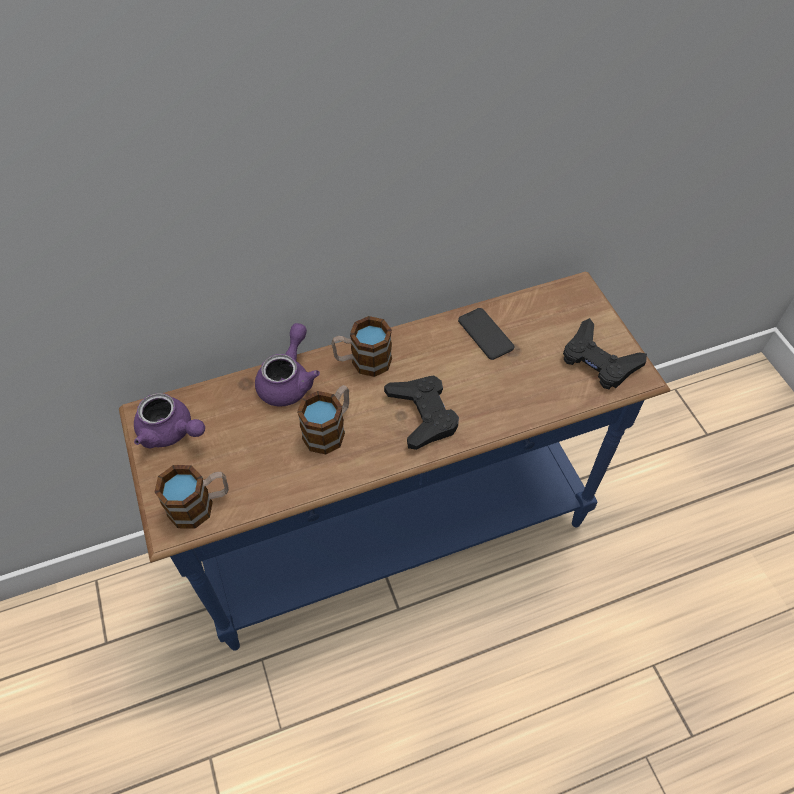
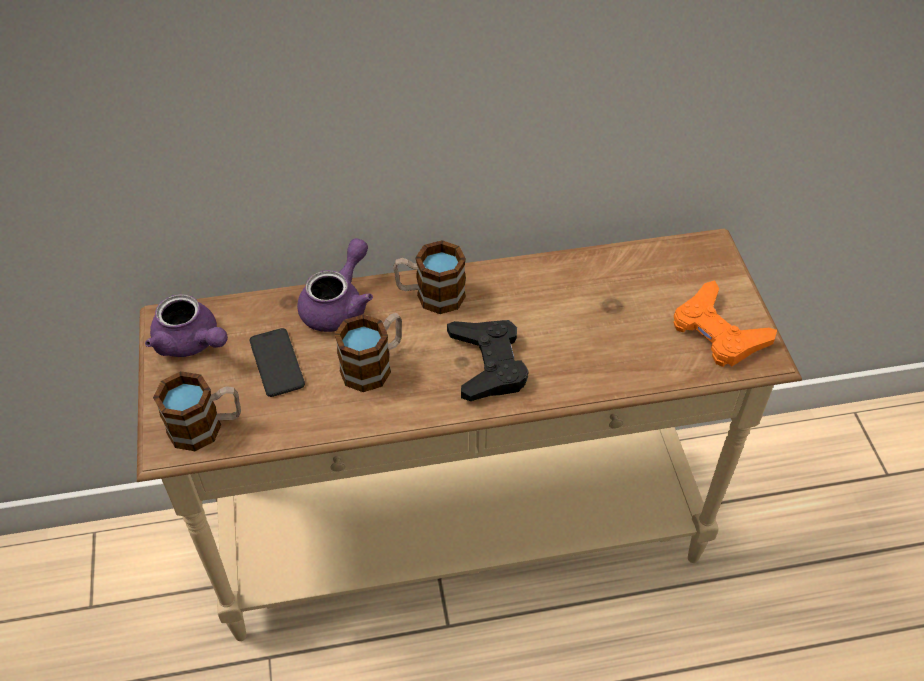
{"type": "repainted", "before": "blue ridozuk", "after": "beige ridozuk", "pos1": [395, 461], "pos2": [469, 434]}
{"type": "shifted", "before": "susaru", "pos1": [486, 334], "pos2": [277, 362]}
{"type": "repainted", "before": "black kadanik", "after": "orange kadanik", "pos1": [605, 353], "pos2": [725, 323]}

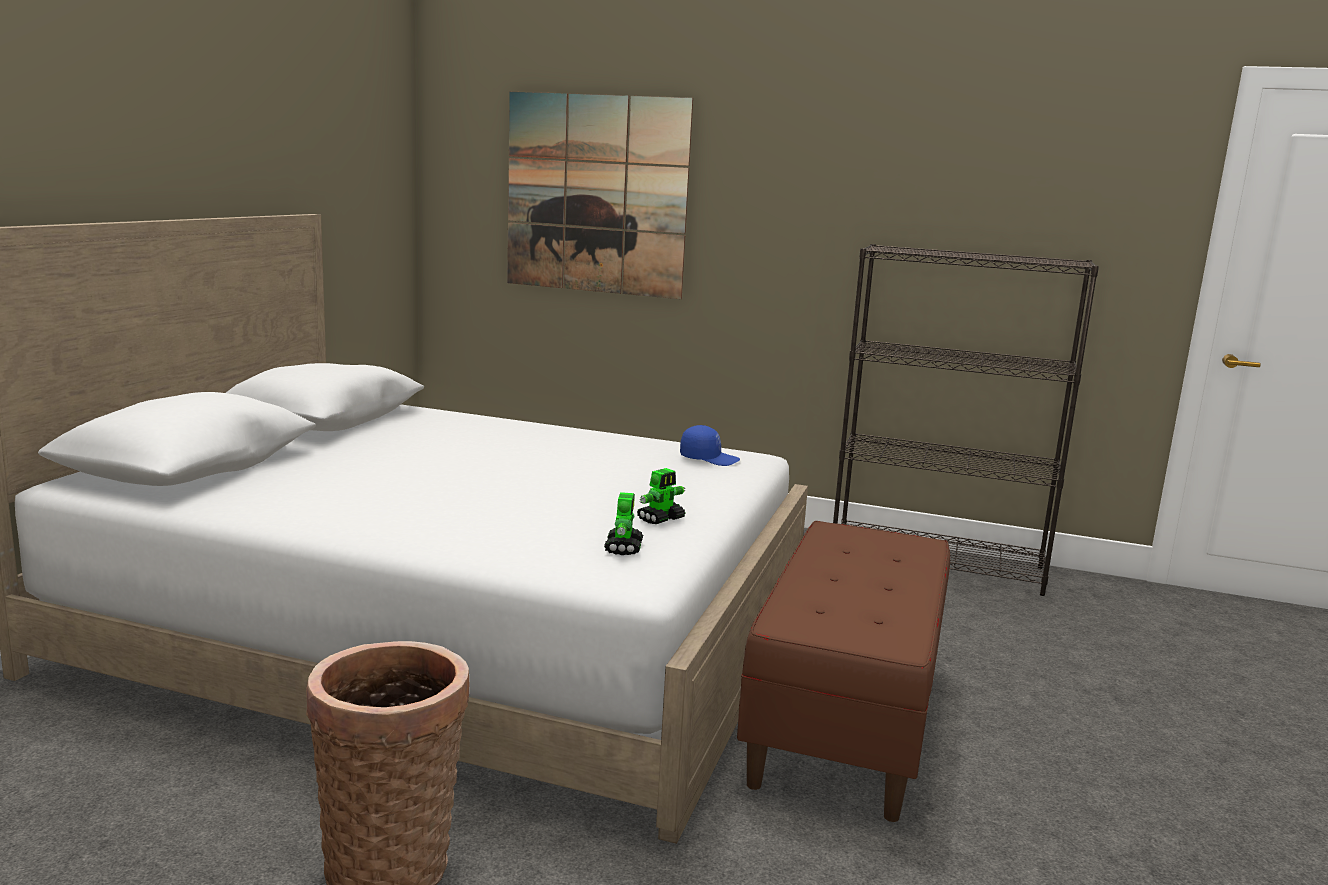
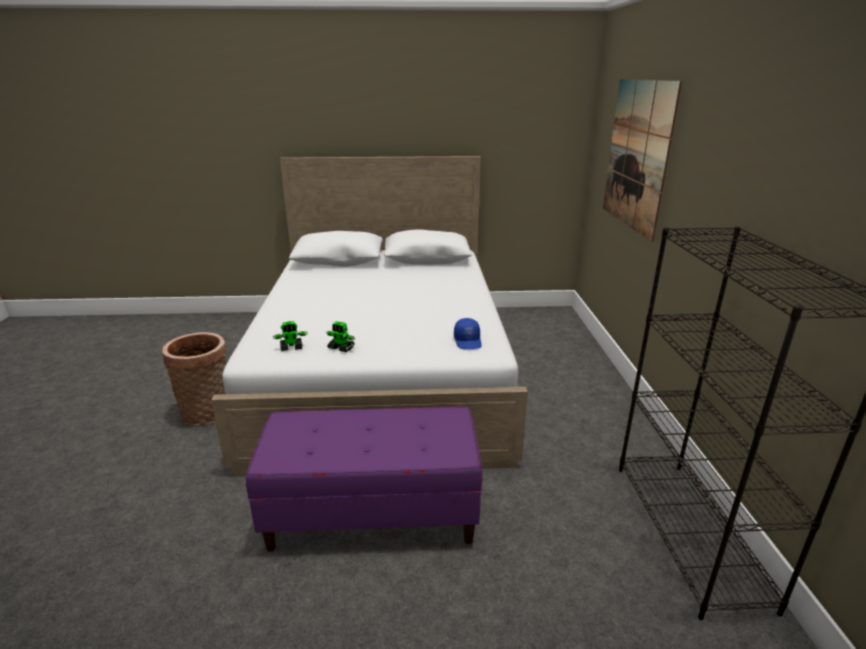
{"type": "repainted", "before": "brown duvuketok", "after": "purple duvuketok", "pos1": [843, 671], "pos2": [364, 479]}

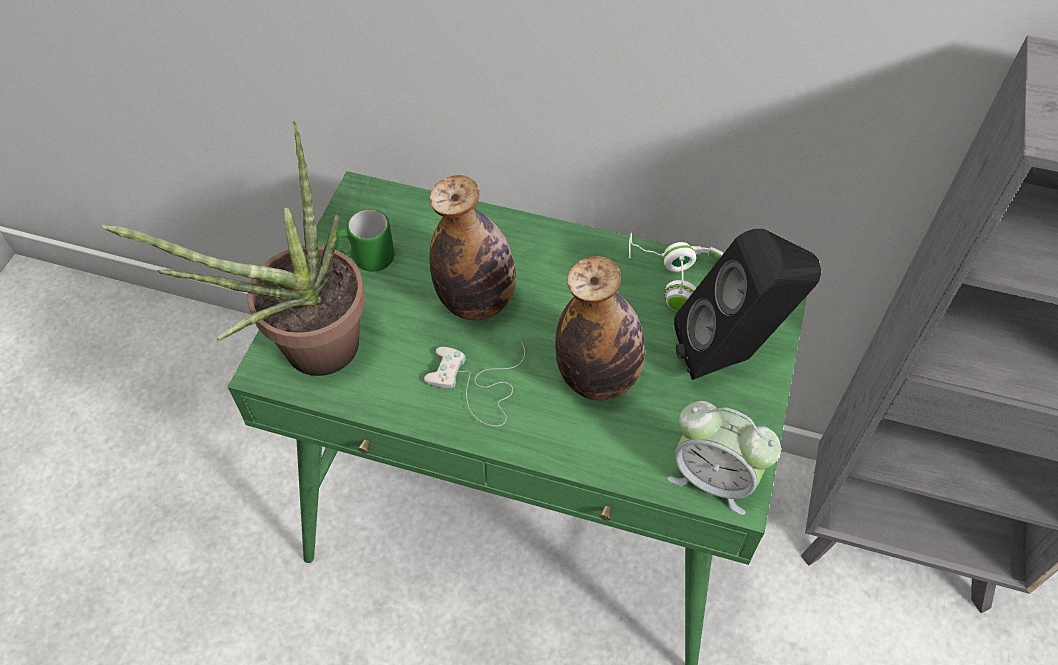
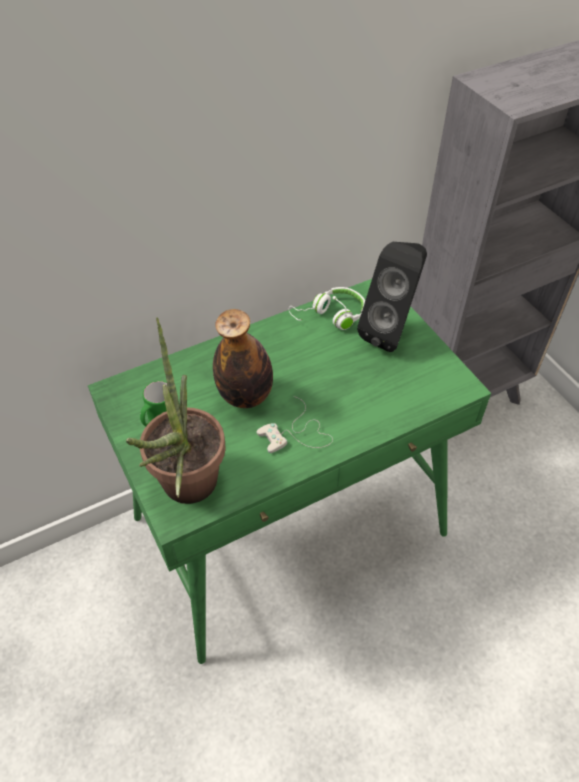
{"type": "gone", "before": "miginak", "pos1": [600, 328]}
{"type": "gone", "before": "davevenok", "pos1": [724, 458]}

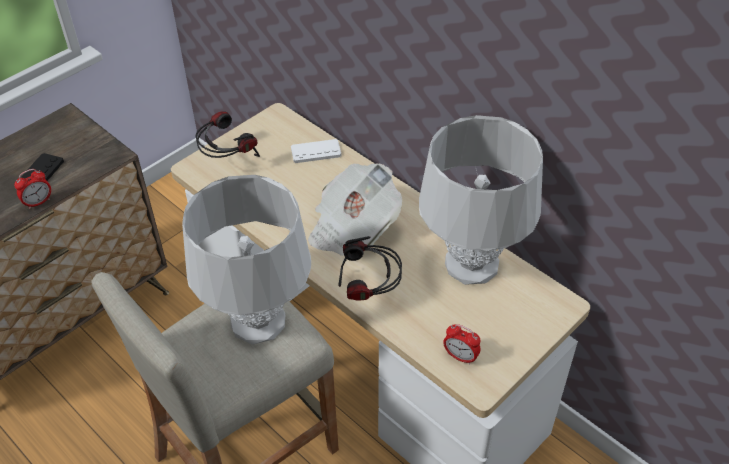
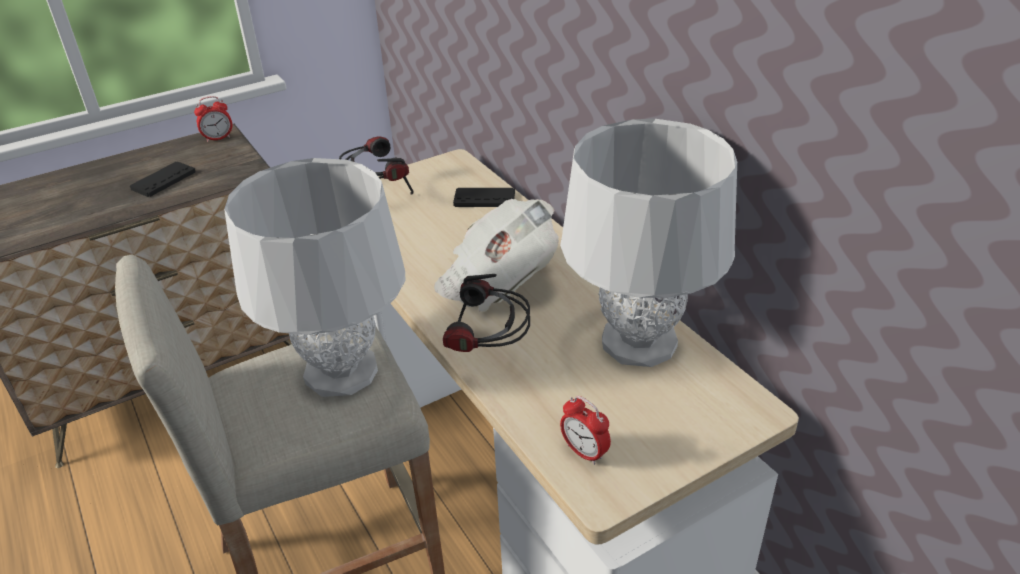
{"type": "repainted", "before": "white kadanik", "after": "black kadanik", "pos1": [316, 151], "pos2": [484, 197]}
{"type": "shifted", "before": "davevenok", "pos1": [32, 189], "pos2": [213, 119]}

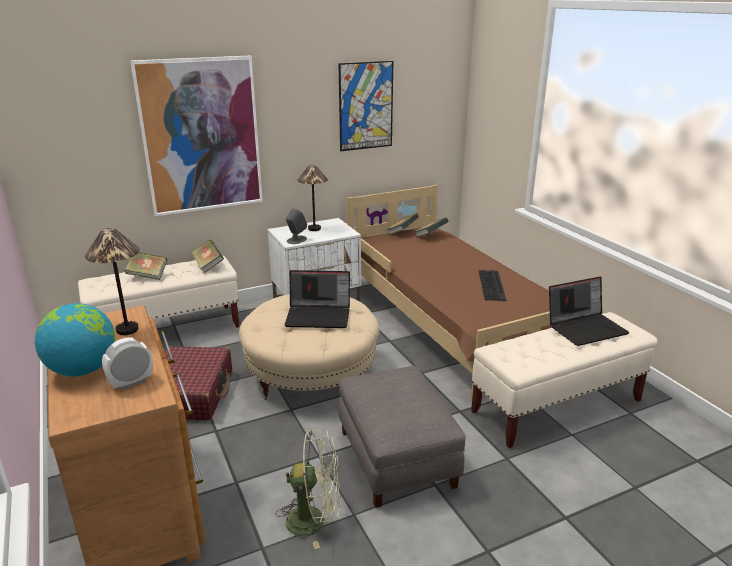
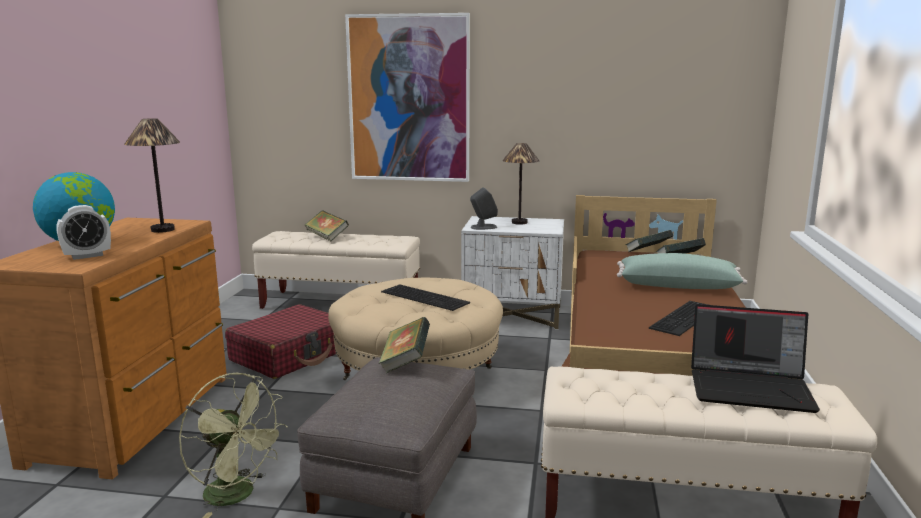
{"type": "gone", "before": "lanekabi", "pos1": [366, 106]}
{"type": "shifted", "before": "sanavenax", "pos1": [207, 256], "pos2": [404, 345]}
{"type": "swapped", "before": "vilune", "after": "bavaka", "pos1": [317, 299], "pos2": [425, 297]}
{"type": "rotated", "before": "davevenok", "pos1": [127, 364], "pos2": [83, 232], "turn": 150}
{"type": "new", "after": "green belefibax", "pos2": [682, 271]}

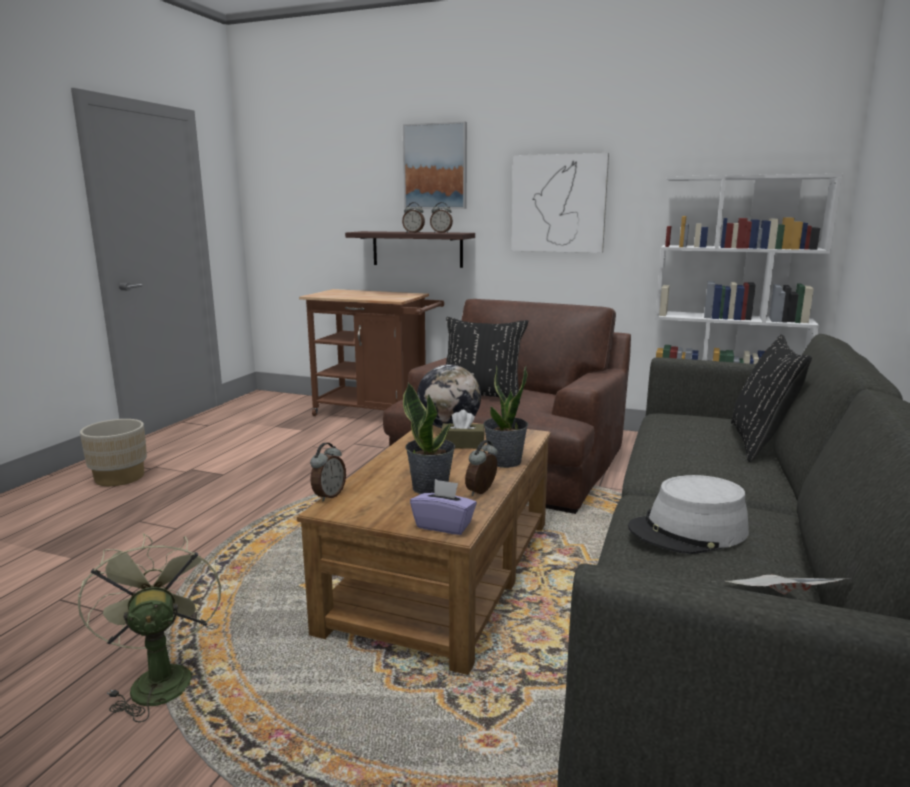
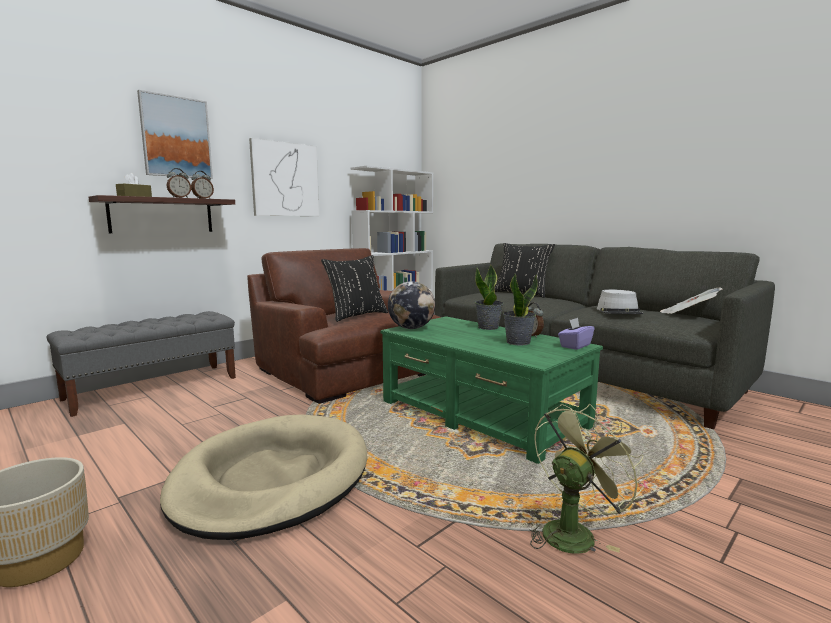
{"type": "swapped", "before": "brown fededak", "after": "grey duvuketok", "pos1": [371, 352], "pos2": [141, 364]}
{"type": "shifted", "before": "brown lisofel", "pos1": [463, 429], "pos2": [134, 185]}
{"type": "repainted", "before": "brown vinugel", "after": "green vinugel", "pos1": [424, 549], "pos2": [491, 390]}
{"type": "gone", "before": "davevenok", "pos1": [328, 472]}
{"type": "rotated", "before": "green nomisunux", "pos1": [149, 627], "pos2": [585, 479], "turn": 135}
{"type": "new", "after": "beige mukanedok", "pos2": [263, 477]}

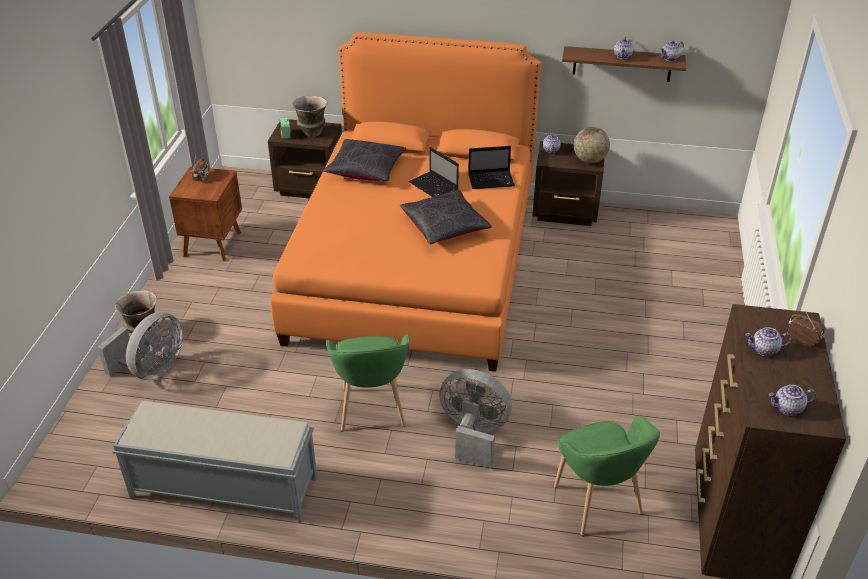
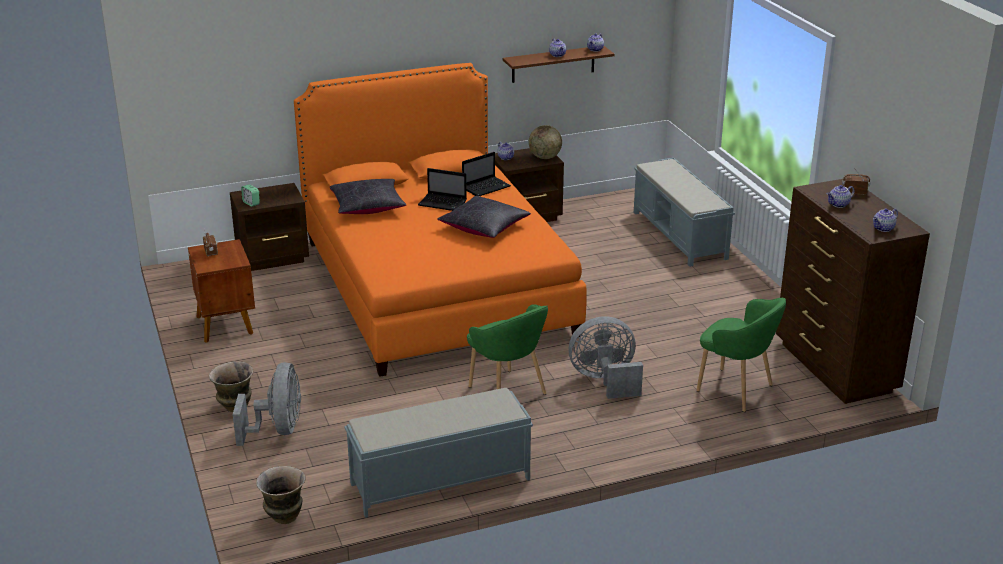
{"type": "shifted", "before": "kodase", "pos1": [310, 116], "pos2": [281, 495]}
{"type": "new", "after": "grey duvuketok", "pos2": [684, 212]}

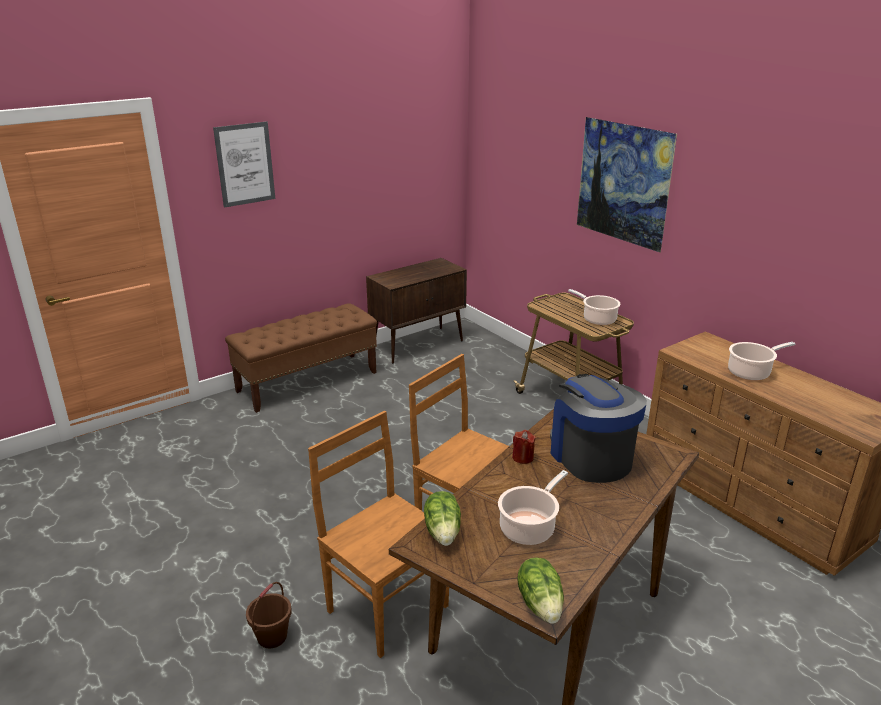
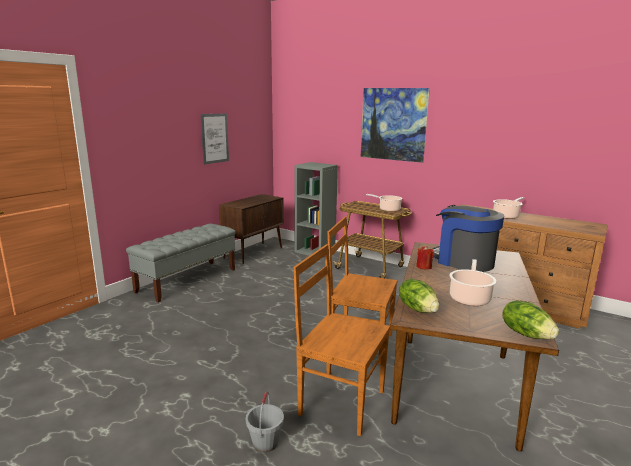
{"type": "shifted", "before": "lanekabi", "pos1": [244, 164], "pos2": [215, 139]}
{"type": "repainted", "before": "brown duvuketok", "after": "grey duvuketok", "pos1": [301, 358], "pos2": [181, 263]}
{"type": "repainted", "before": "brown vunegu", "after": "grey vunegu", "pos1": [269, 615], "pos2": [265, 422]}
{"type": "new", "after": "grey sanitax", "pos2": [316, 210]}

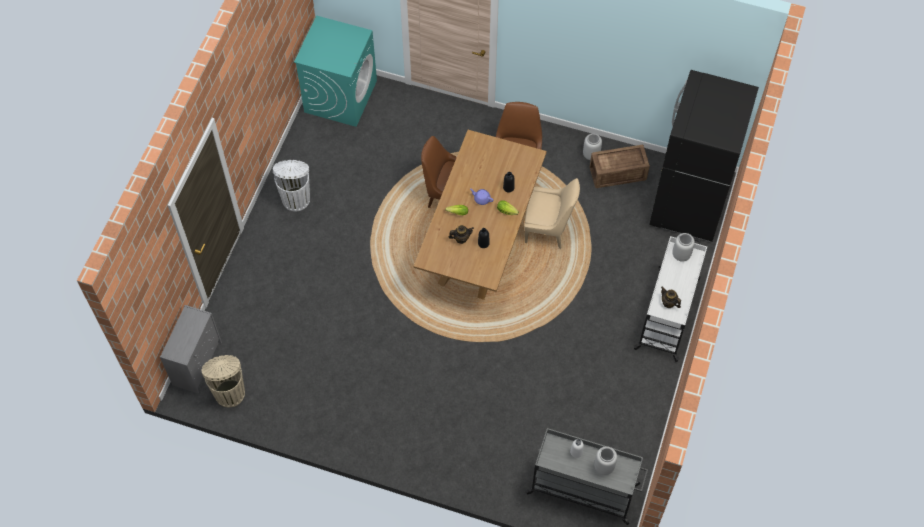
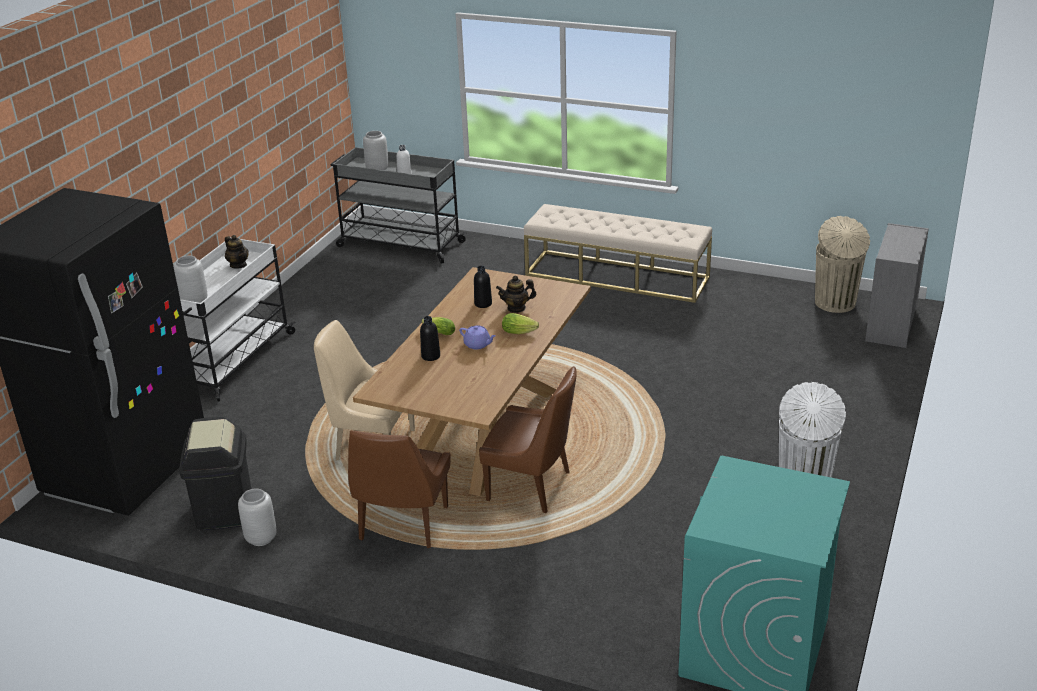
{"type": "swapped", "before": "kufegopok", "after": "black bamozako", "pos1": [620, 166], "pos2": [215, 473]}
{"type": "new", "after": "beige duvuketok", "pos2": [618, 253]}

